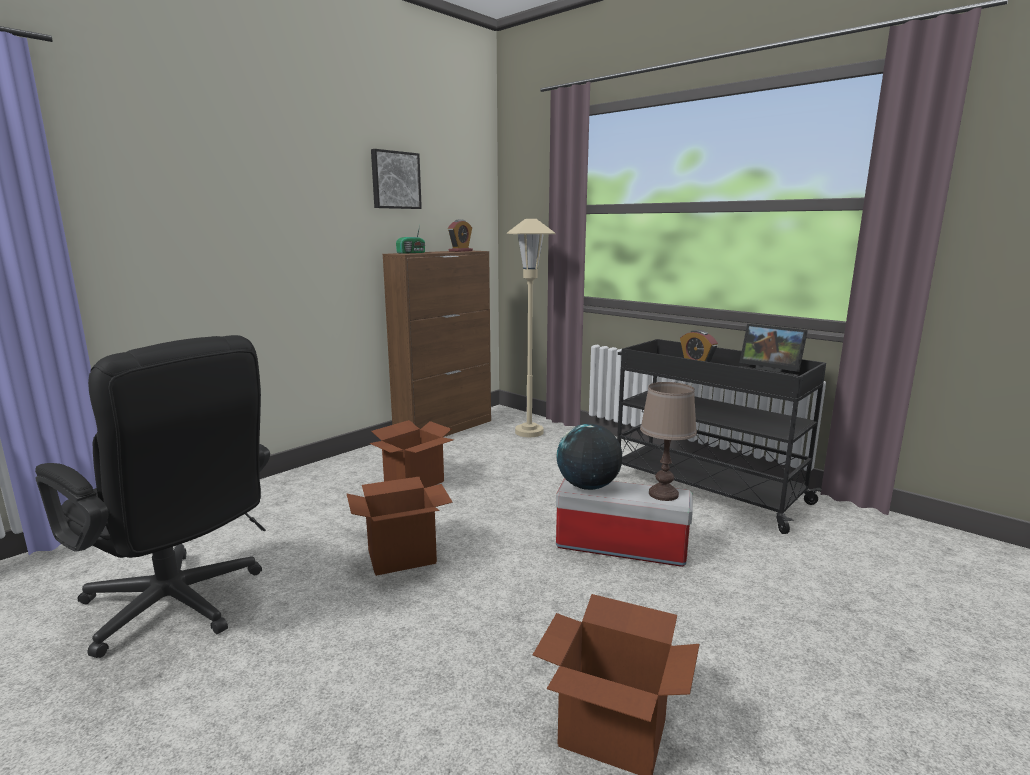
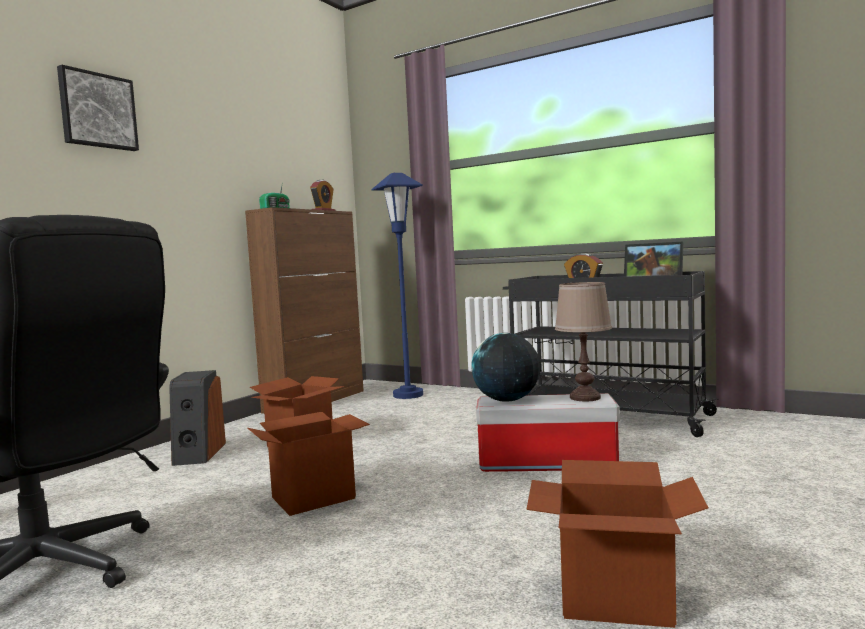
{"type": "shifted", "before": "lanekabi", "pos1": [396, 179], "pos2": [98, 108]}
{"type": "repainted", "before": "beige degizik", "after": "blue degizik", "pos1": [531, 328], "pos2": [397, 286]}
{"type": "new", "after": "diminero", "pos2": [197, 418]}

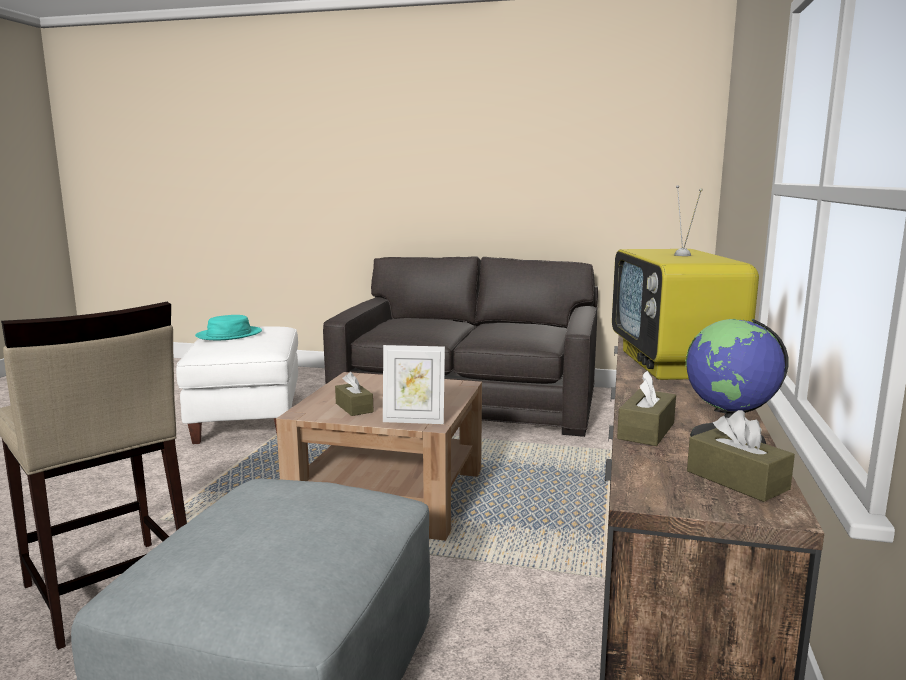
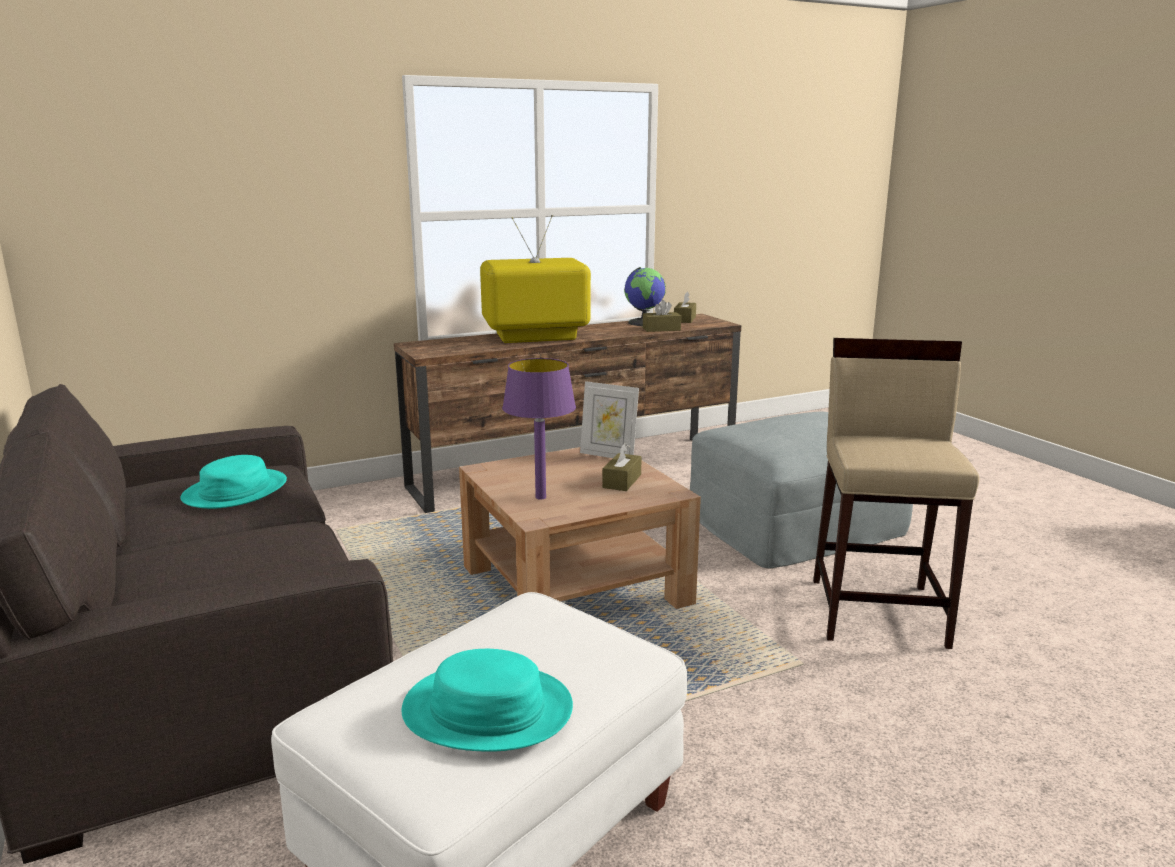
{"type": "rotated", "before": "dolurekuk", "pos1": [685, 282], "pos2": [535, 279], "turn": -150}
{"type": "rotated", "before": "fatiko", "pos1": [414, 384], "pos2": [609, 419], "turn": 150}
{"type": "new", "after": "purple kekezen", "pos2": [539, 429]}
{"type": "new", "after": "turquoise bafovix", "pos2": [233, 482]}

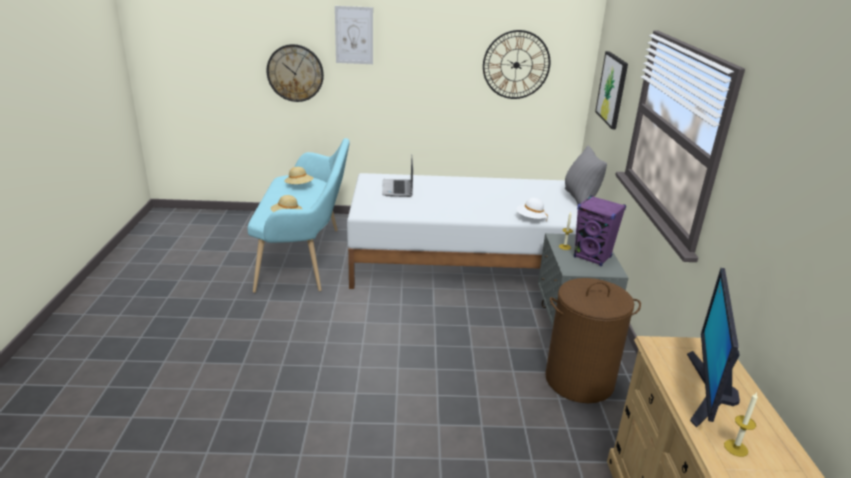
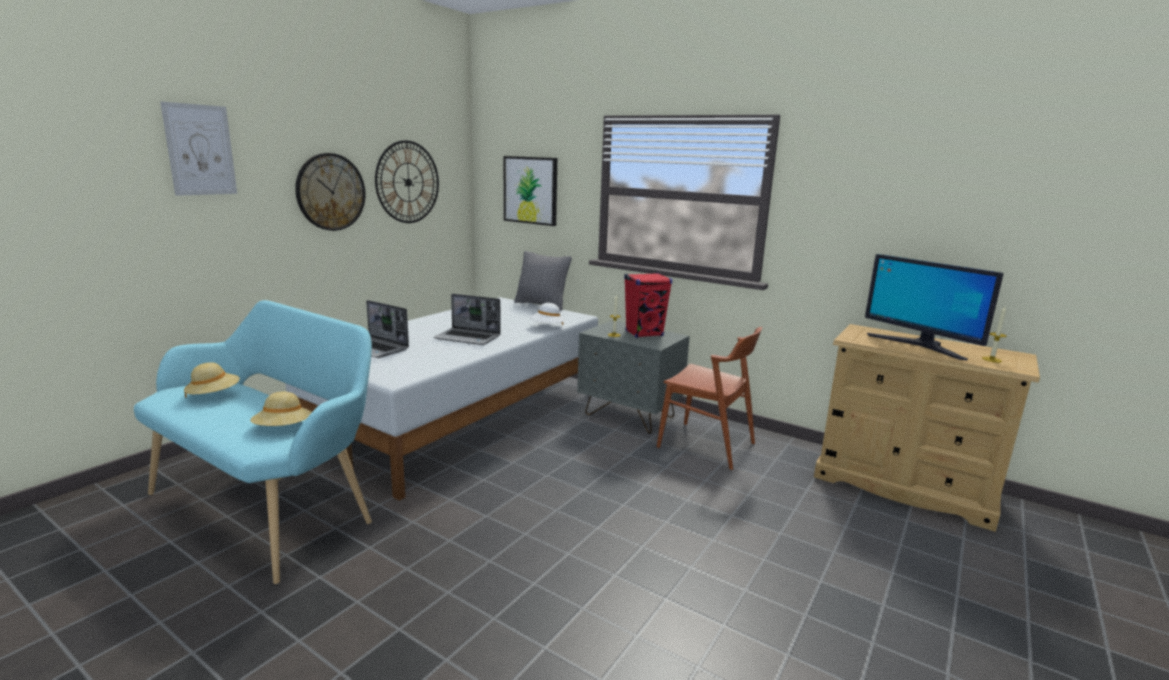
{"type": "shifted", "before": "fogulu", "pos1": [295, 73], "pos2": [330, 192]}
{"type": "repainted", "before": "purple diminero", "after": "red diminero", "pos1": [600, 230], "pos2": [648, 305]}
{"type": "swapped", "before": "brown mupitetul", "after": "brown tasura", "pos1": [593, 340], "pos2": [709, 398]}
{"type": "new", "after": "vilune", "pos2": [467, 319]}

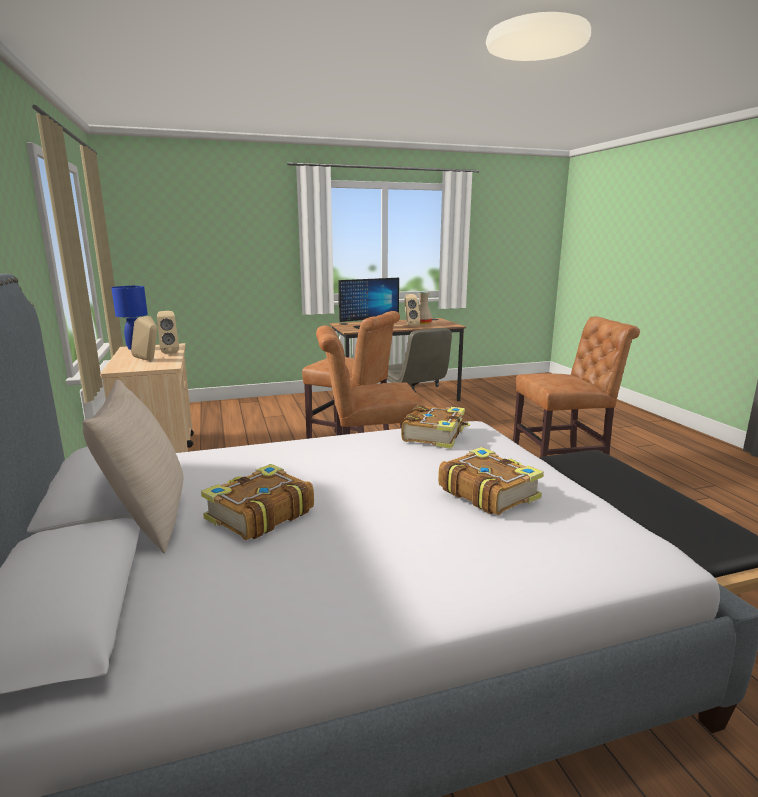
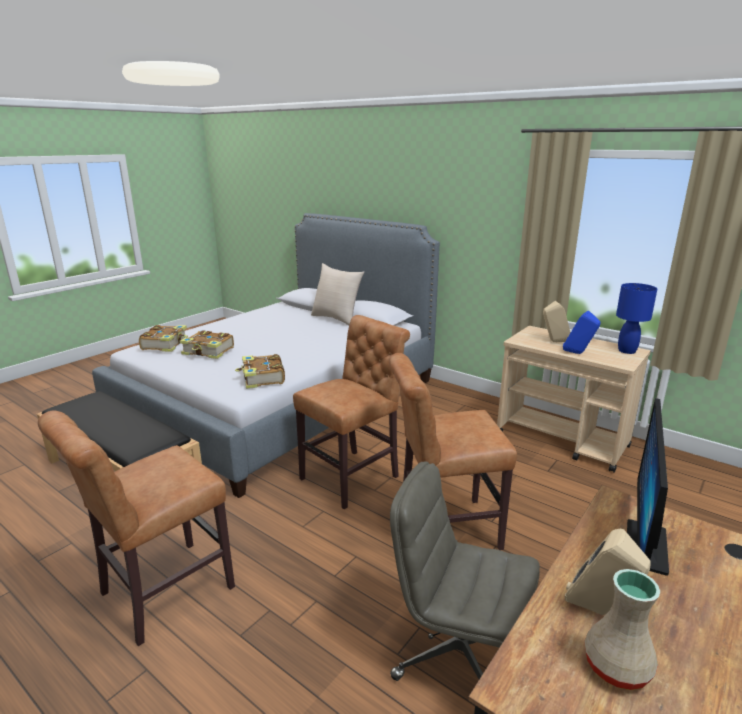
{"type": "repainted", "before": "beige diminero", "after": "blue diminero", "pos1": [168, 332], "pos2": [581, 332]}
{"type": "shifted", "before": "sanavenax", "pos1": [257, 502], "pos2": [163, 338]}

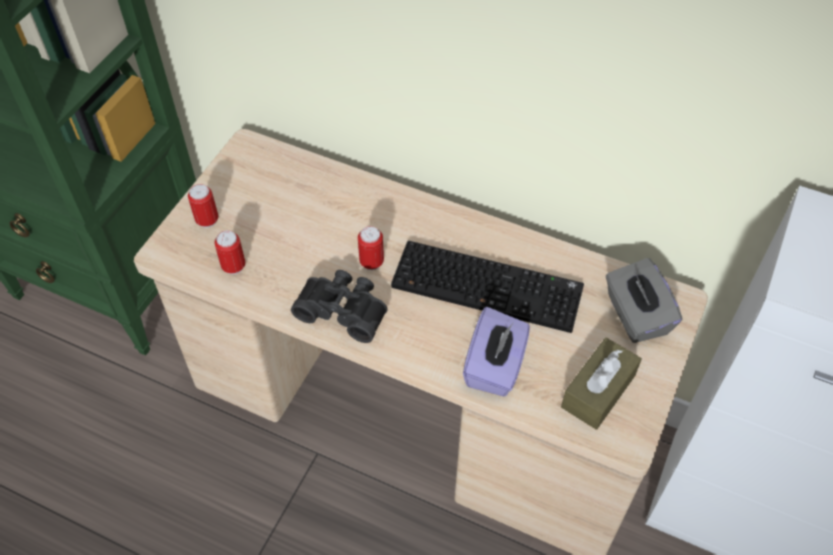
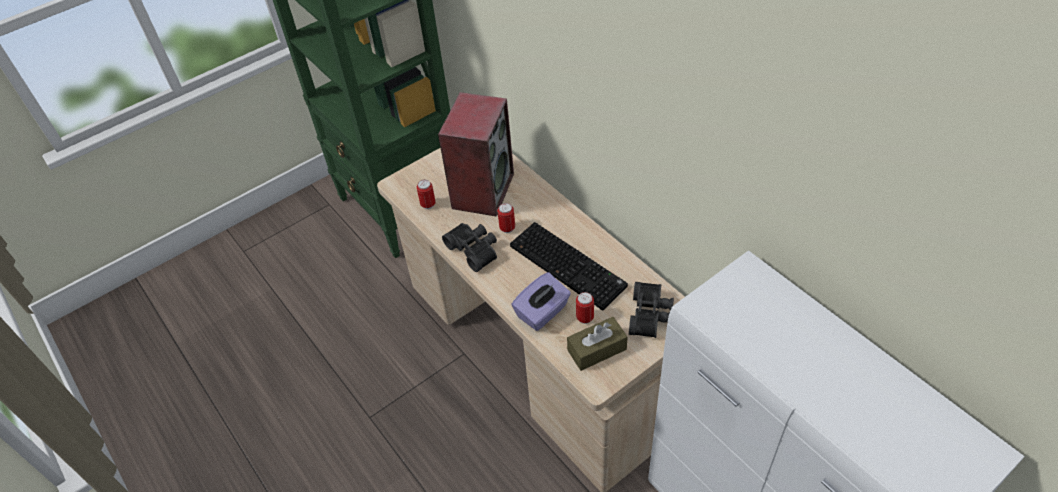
{"type": "shifted", "before": "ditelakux", "pos1": [203, 206], "pos2": [585, 308]}
{"type": "swapped", "before": "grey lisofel", "after": "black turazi", "pos1": [644, 300], "pos2": [651, 310]}
{"type": "new", "after": "diminero", "pos2": [476, 154]}

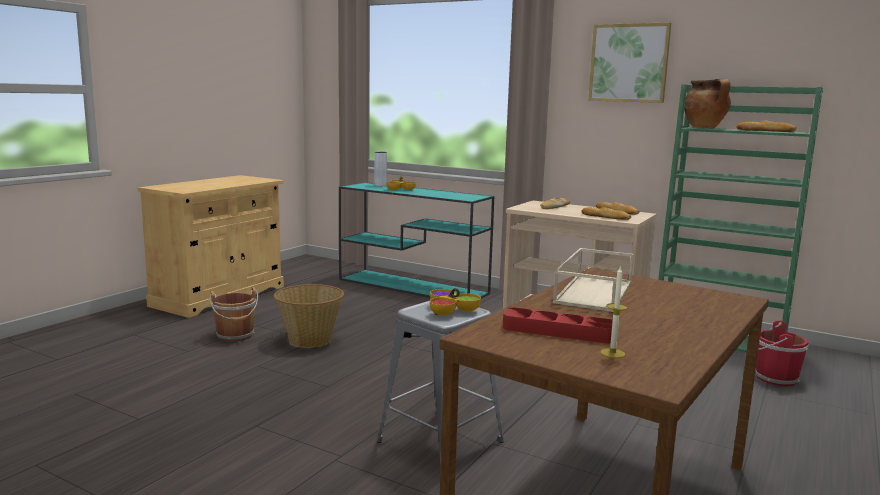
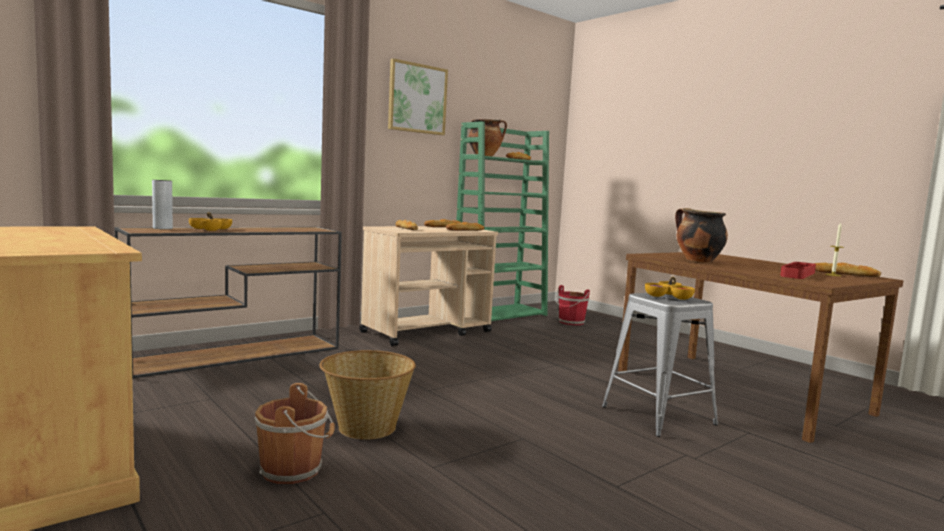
{"type": "repainted", "before": "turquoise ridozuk", "after": "brown ridozuk", "pos1": [416, 240], "pos2": [228, 303]}
{"type": "swapped", "before": "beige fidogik", "after": "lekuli", "pos1": [593, 280], "pos2": [701, 235]}
{"type": "new", "after": "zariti", "pos2": [847, 270]}

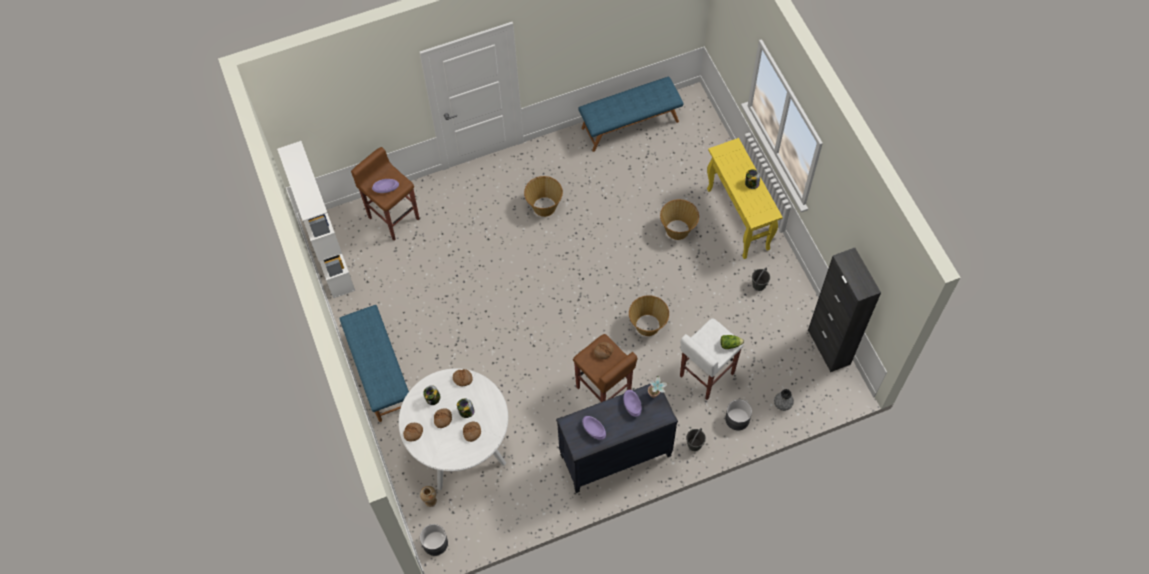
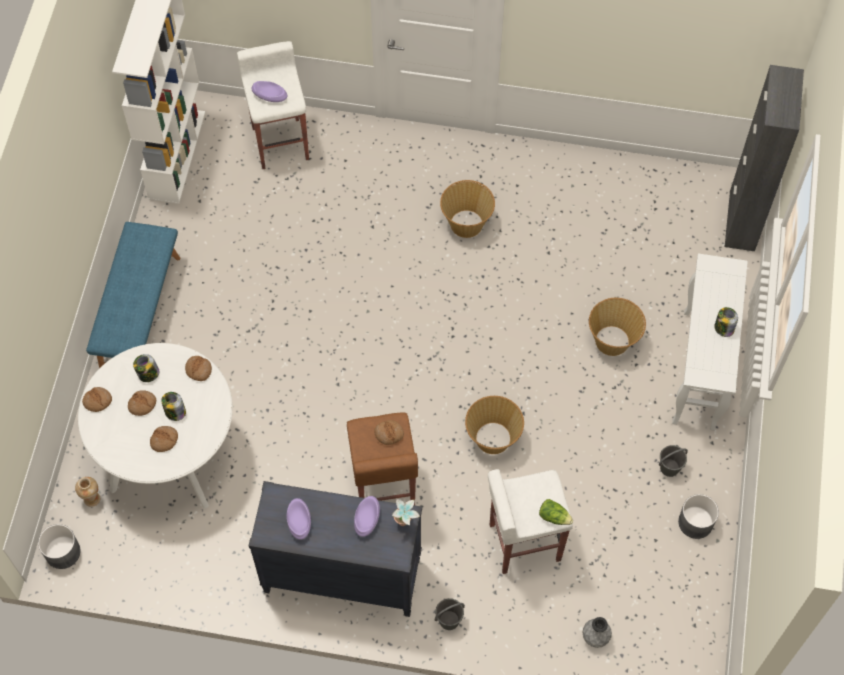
{"type": "gone", "before": "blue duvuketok", "pos1": [631, 114]}
{"type": "repainted", "before": "yellow ridozuk", "after": "white ridozuk", "pos1": [745, 198], "pos2": [710, 342]}
{"type": "repainted", "before": "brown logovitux", "after": "white logovitux", "pos1": [385, 193], "pos2": [273, 105]}
{"type": "shifted", "before": "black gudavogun", "pos1": [844, 310], "pos2": [764, 158]}
{"type": "shifted", "before": "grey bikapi", "pos1": [738, 415], "pos2": [698, 516]}

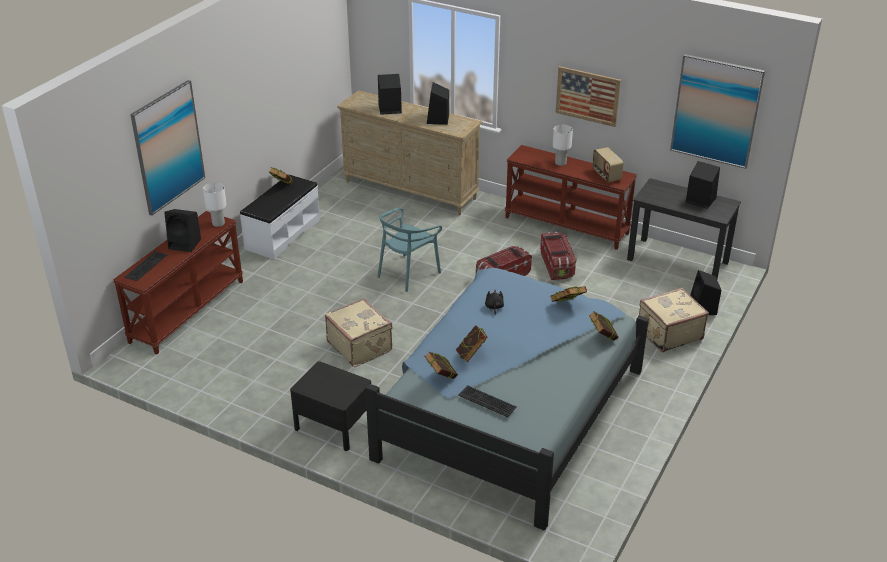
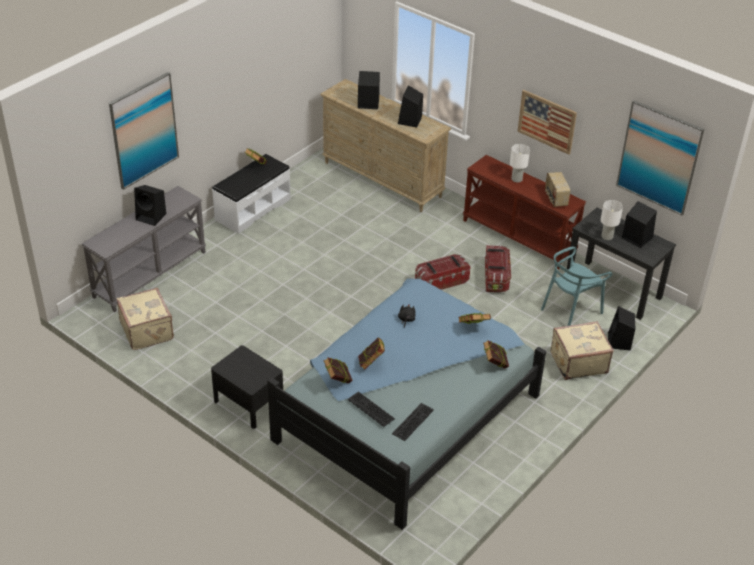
{"type": "shifted", "before": "white kekezen", "pos1": [215, 204], "pos2": [612, 220]}
{"type": "shifted", "before": "turquoise tasura", "pos1": [409, 249], "pos2": [576, 286]}
{"type": "repainted", "before": "brown ridozuk", "after": "grey ridozuk", "pos1": [178, 282], "pos2": [144, 249]}
{"type": "shifted", "before": "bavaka", "pos1": [145, 266], "pos2": [413, 422]}
{"type": "shifted", "before": "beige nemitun", "pos1": [358, 332], "pos2": [145, 319]}

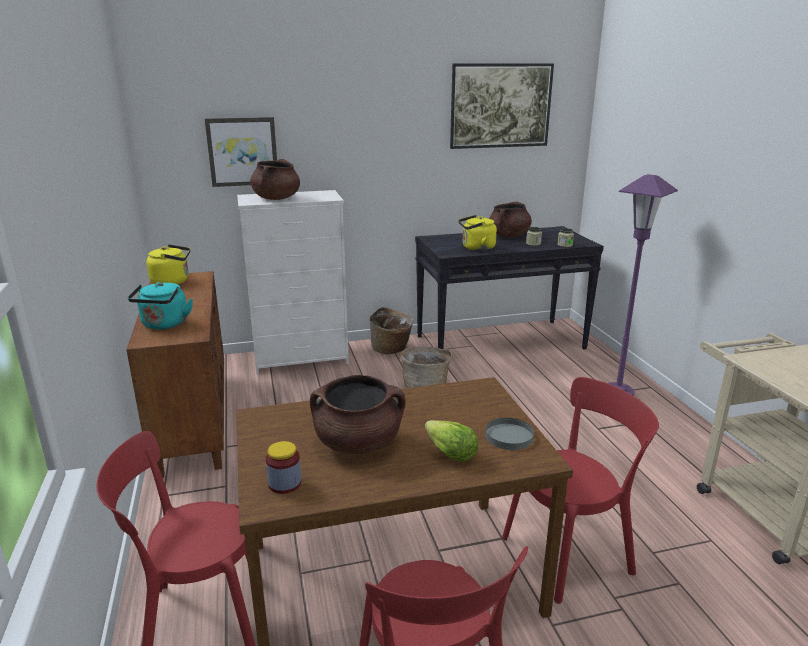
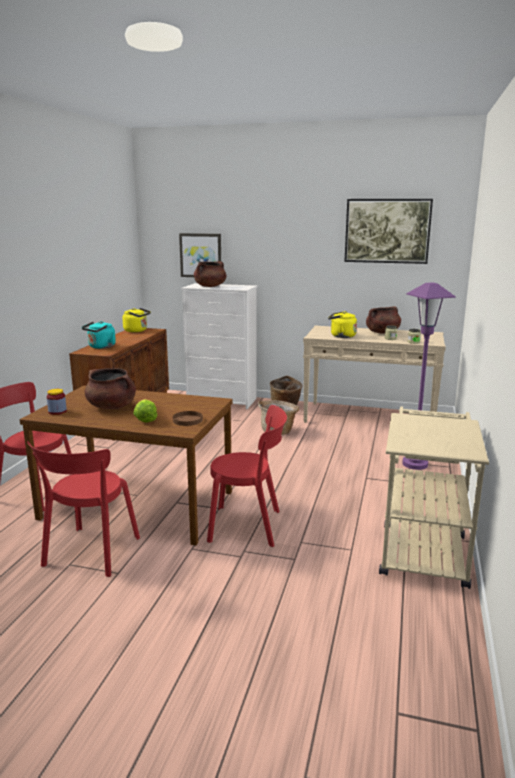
{"type": "repainted", "before": "black ridozuk", "after": "beige ridozuk", "pos1": [509, 288], "pos2": [374, 374]}
{"type": "repainted", "before": "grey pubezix", "after": "brown pubezix", "pos1": [510, 434], "pos2": [188, 418]}

